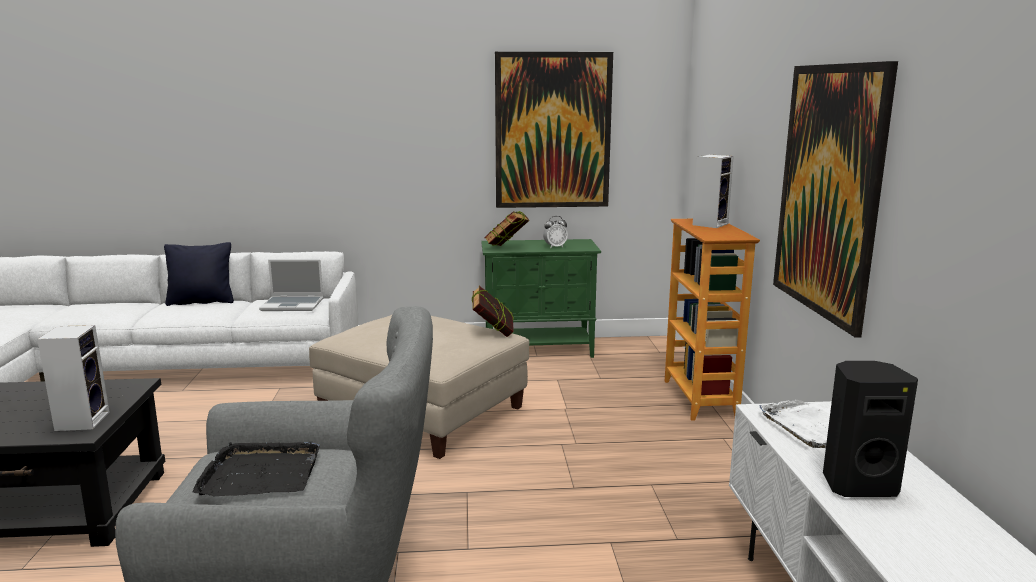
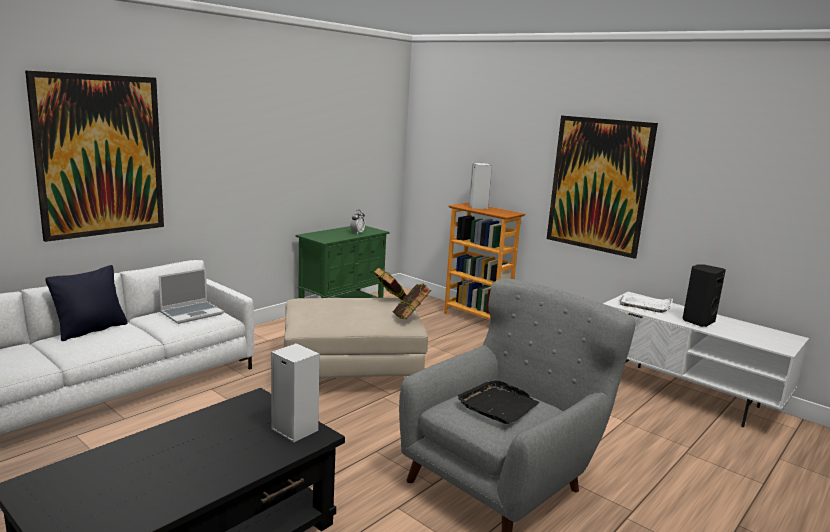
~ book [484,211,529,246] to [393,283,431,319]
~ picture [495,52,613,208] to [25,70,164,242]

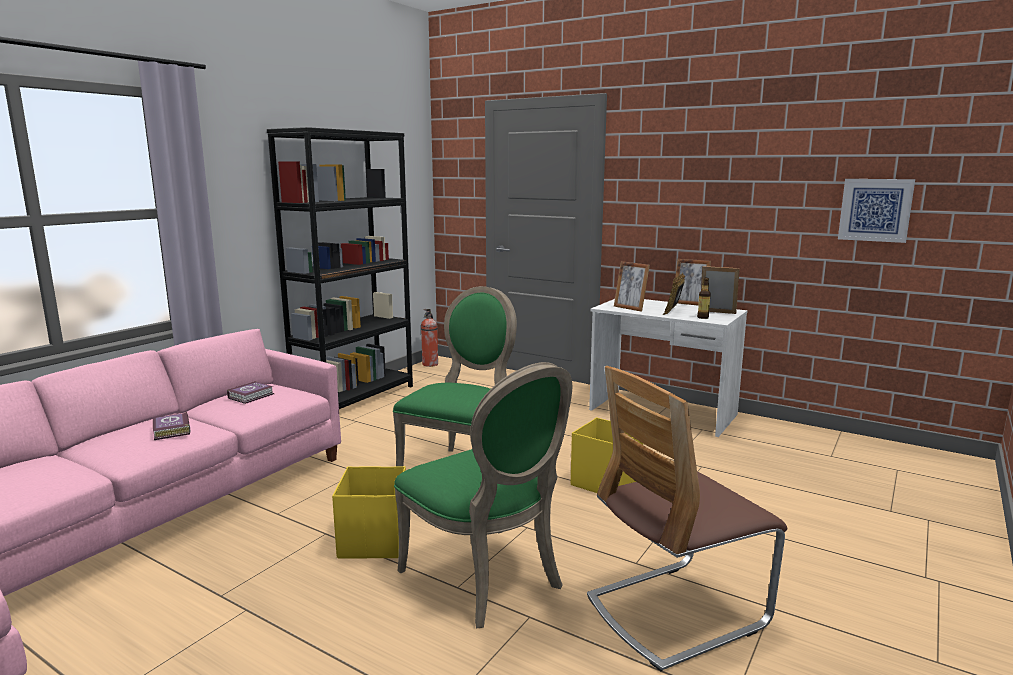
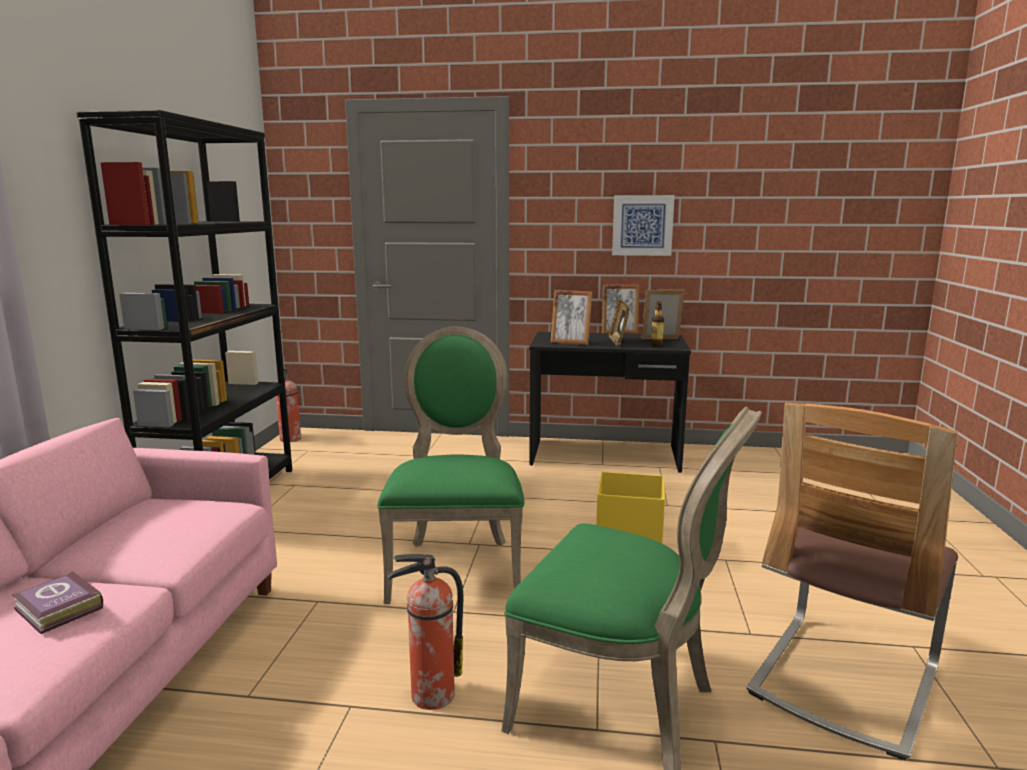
- book [227,381,274,404]
~ storage box/yellow [332,466,406,559] to fire extinguisher [387,554,463,710]
~ desk/white [589,299,747,437] to desk/black [529,332,691,473]
~ picture [838,179,915,243] to [612,195,675,256]

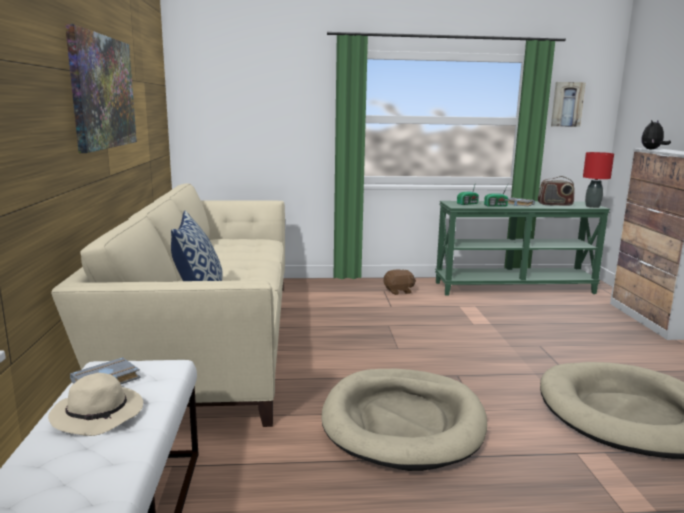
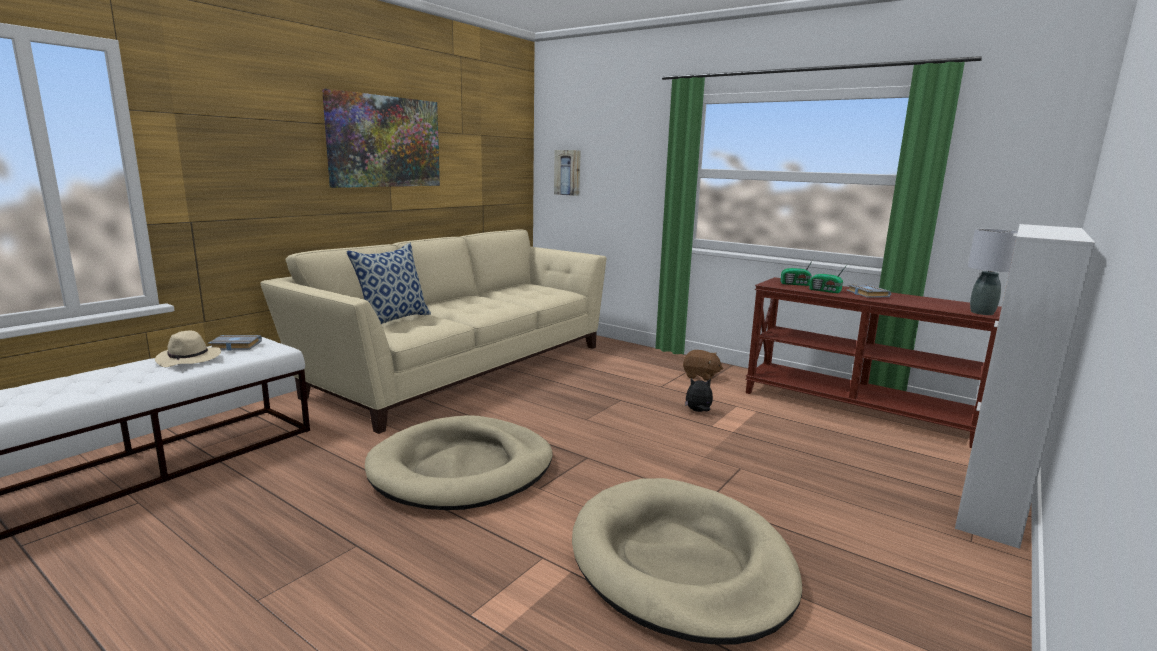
~ console table/green [435,201,610,295] to console table/brown [745,277,1002,448]
- radio [538,176,574,206]
~ picture [551,82,586,127] to [554,150,581,196]
~ table lamp/red [583,152,614,208] to table lamp/grey [968,229,1018,315]
~ plush toy [641,120,671,150] to [685,379,713,412]

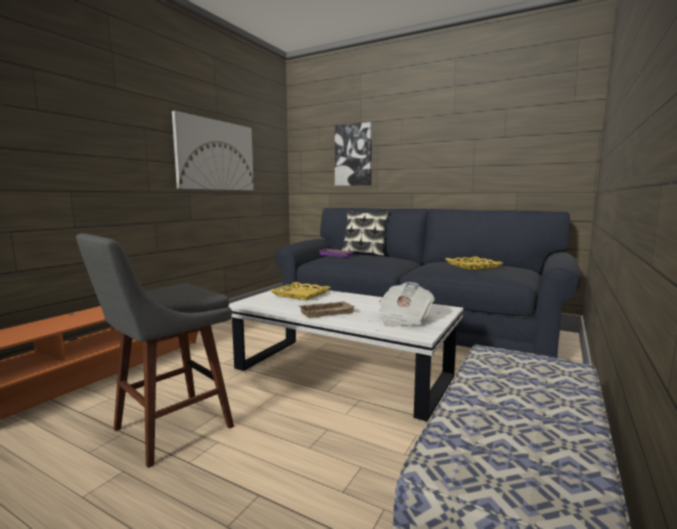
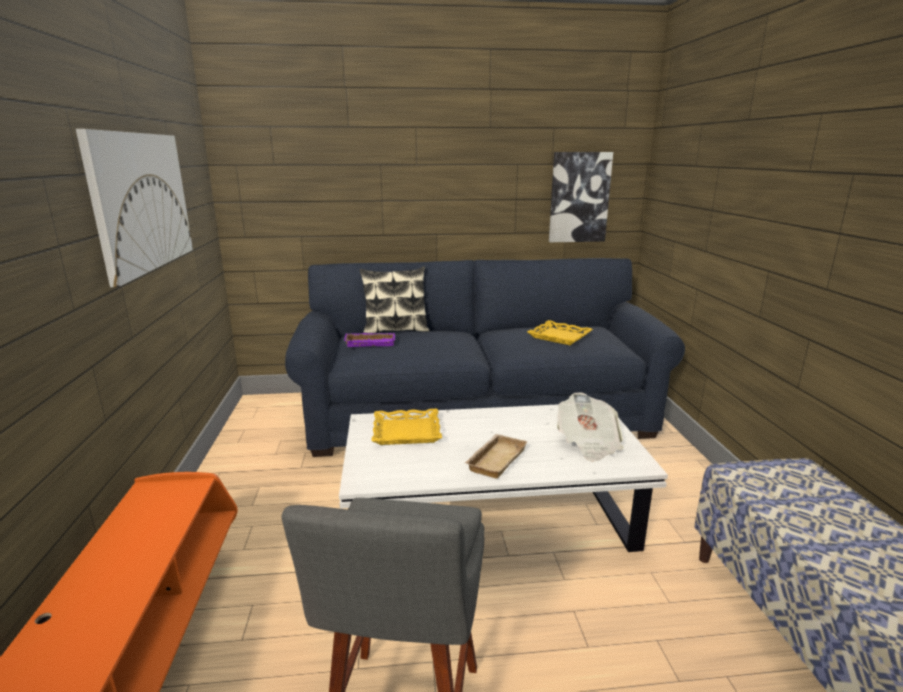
~ picture [335,122,372,186] to [549,152,613,242]

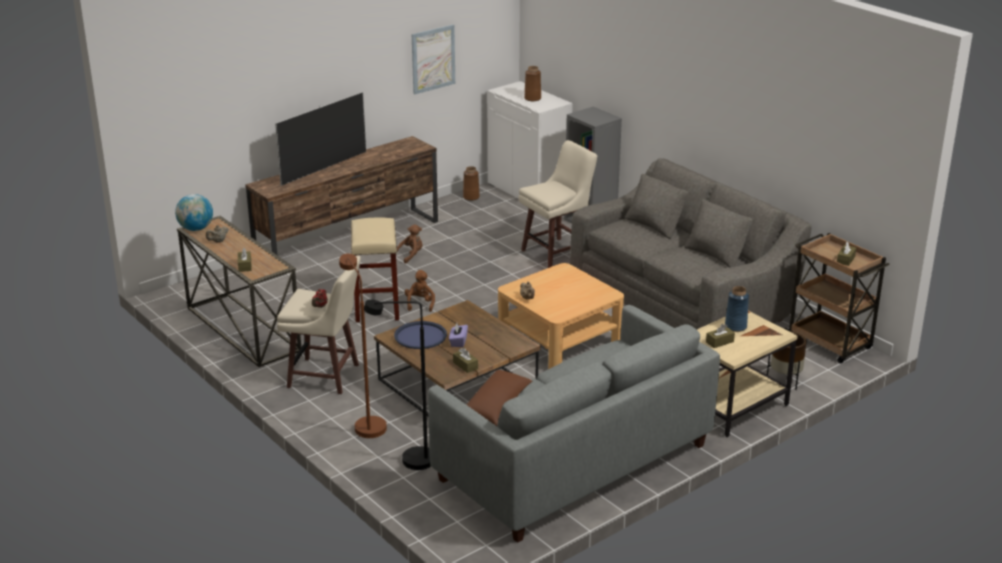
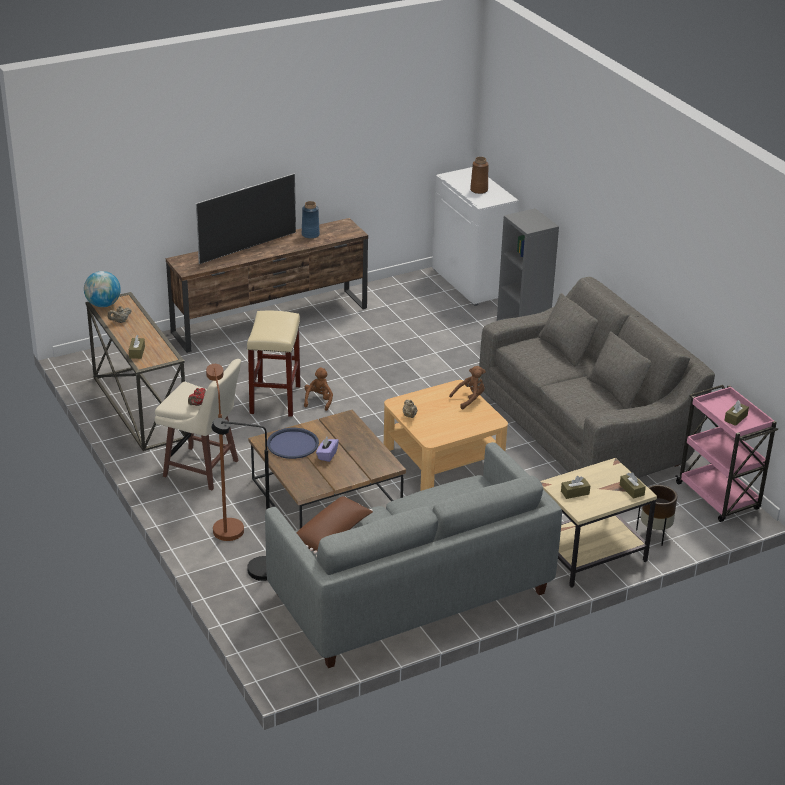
~ plush toy/brown [397,225,423,264] to [449,366,486,409]
- picture [412,25,455,94]
~ tissue box/brown [453,348,478,373] to [620,472,646,499]
- vase/brown [463,166,480,201]
- stool/beige [518,140,597,268]
~ vase/blue [725,286,749,332] to [302,201,320,239]
~ cart/brown [784,233,890,363] to cart/pink [675,385,778,522]

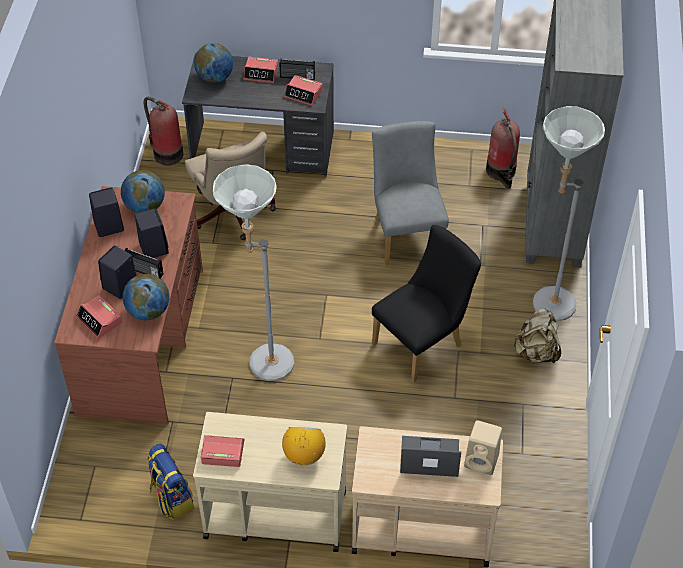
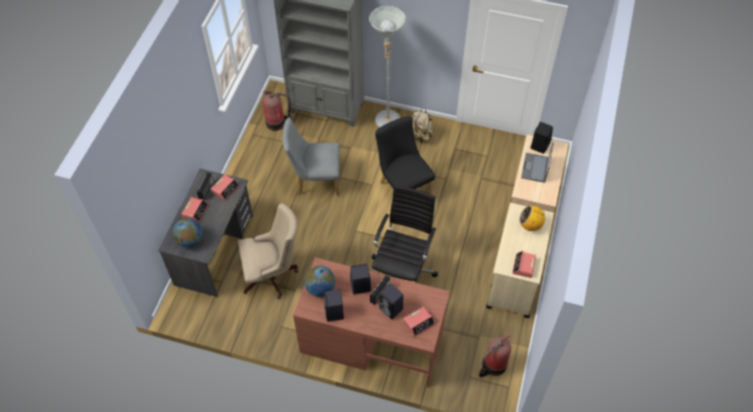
- globe [122,274,169,320]
~ fire extinguisher [143,97,183,166] to [479,335,511,377]
- backpack [147,444,194,520]
~ floor lamp/grey [213,164,294,381] to office chair/black [371,185,438,281]
~ speaker/beige [464,420,502,475] to speaker/black [530,122,553,154]

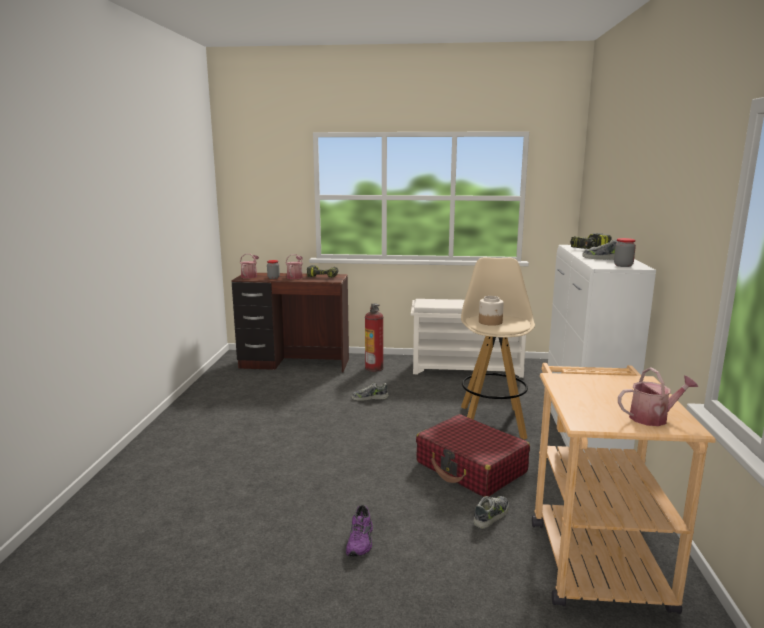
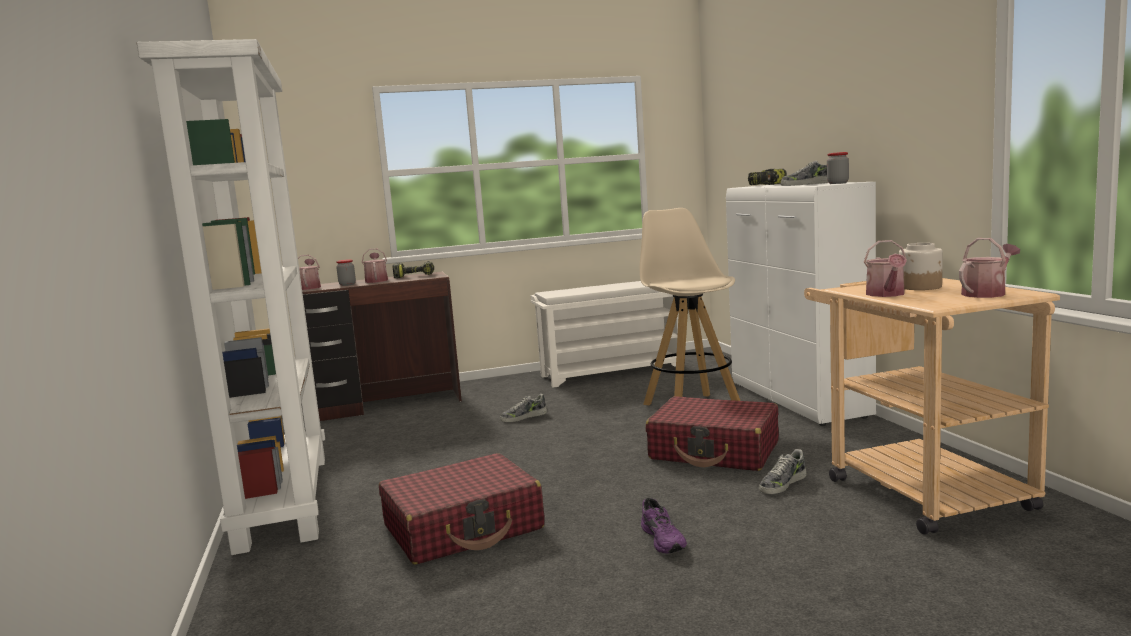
- fire extinguisher [365,303,383,372]
~ shoe [473,496,509,529] = [759,449,806,494] 150 degrees counterclockwise
~ jar [479,296,504,326] to [899,243,943,290]
+ bookcase/white [137,39,325,555]
+ suitcase/red [379,453,545,564]
+ watering can [864,240,907,297]

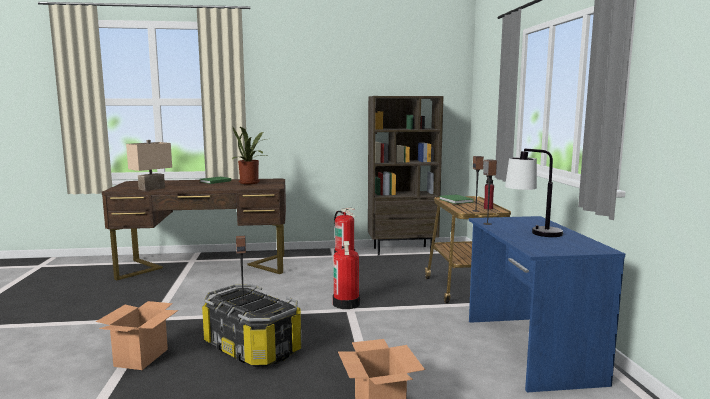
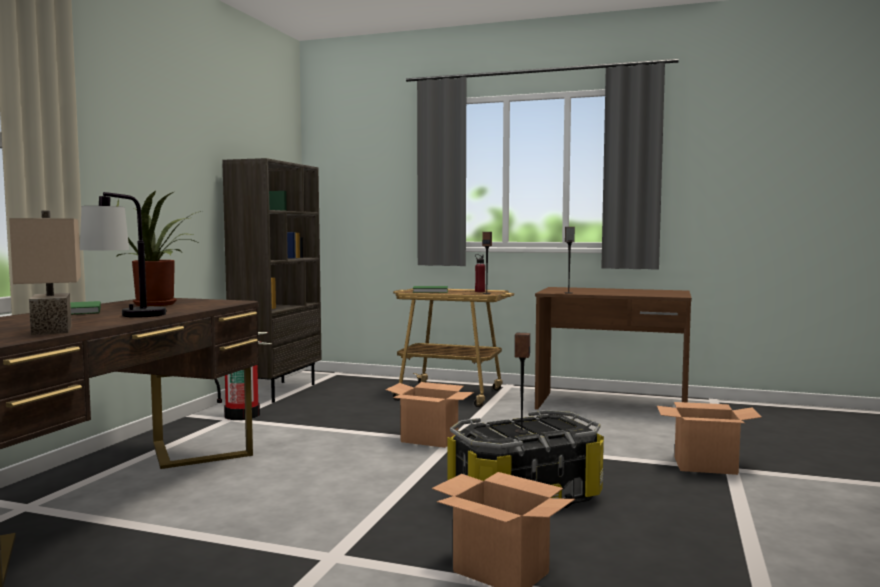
~ fire extinguisher [333,241,360,309] to cardboard box [385,382,474,448]
~ desk/blue [469,216,625,392] to desk/brown [535,287,692,410]
~ table lamp [505,148,563,237] to [80,192,167,318]

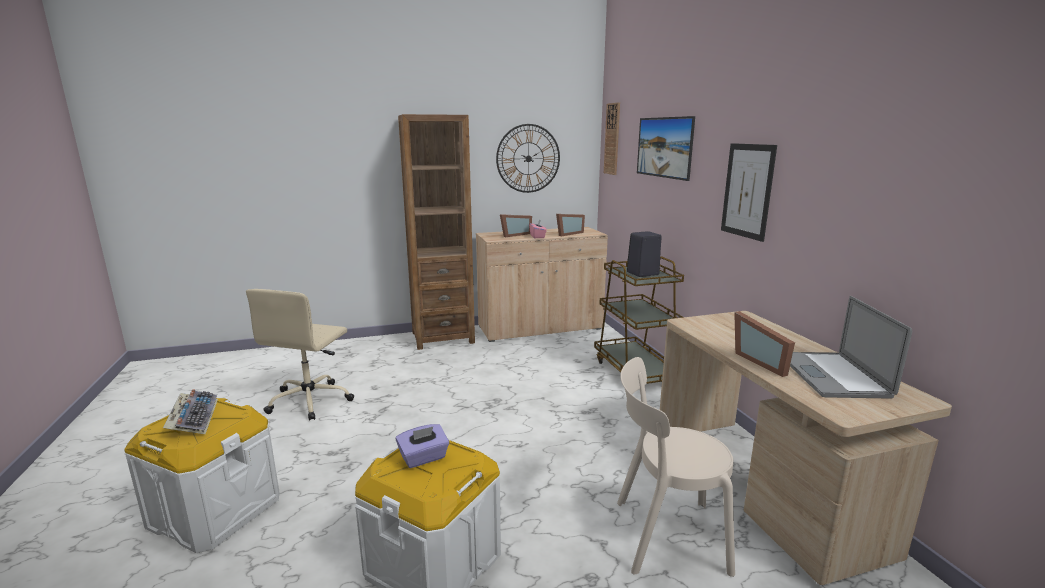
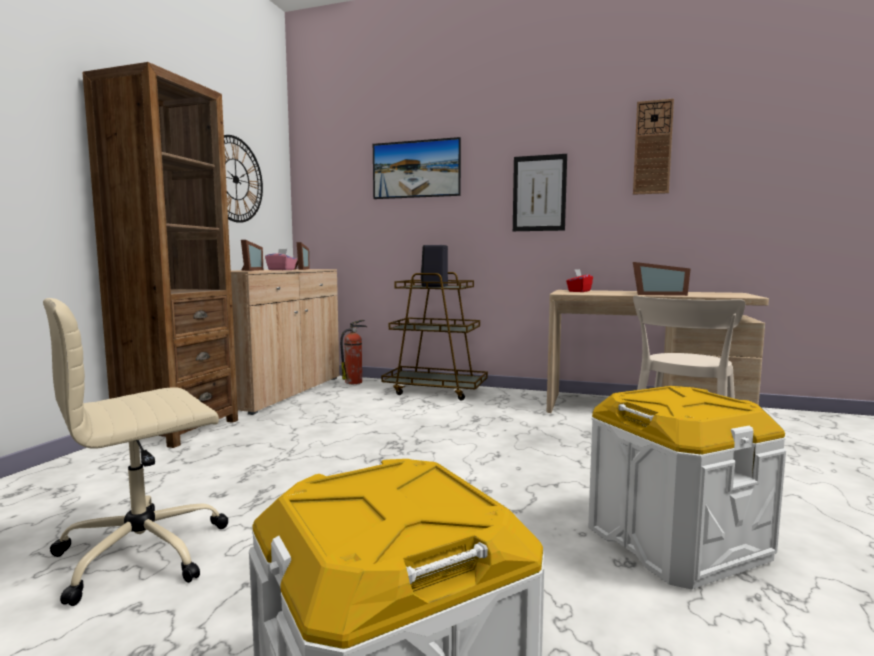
- keyboard [163,389,218,434]
~ office chair/beige [246,289,354,421] = [43,298,229,606] 90 degrees clockwise
- tissue box/purple [396,424,449,468]
~ wall clock [604,102,620,175] to [633,99,674,195]
- laptop [790,296,912,399]
+ fire extinguisher [340,320,367,384]
+ tissue box/red [566,269,593,292]

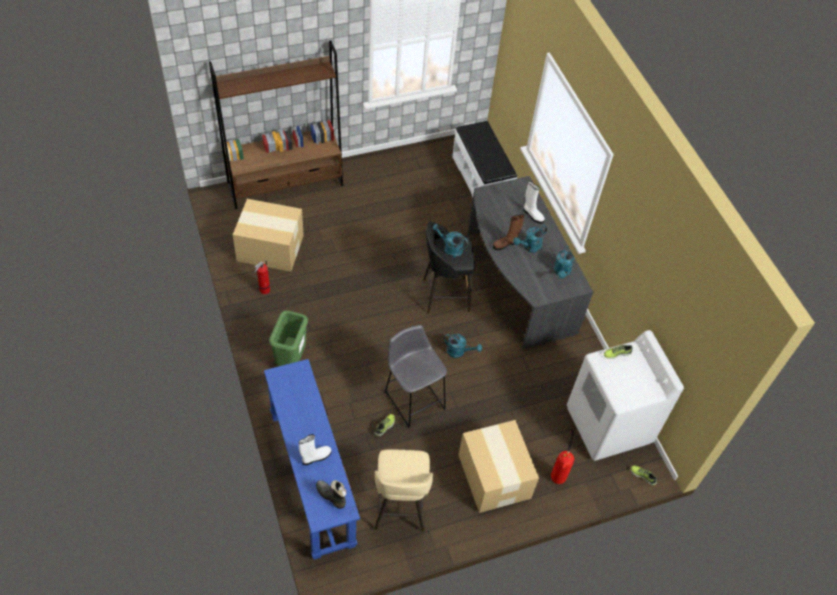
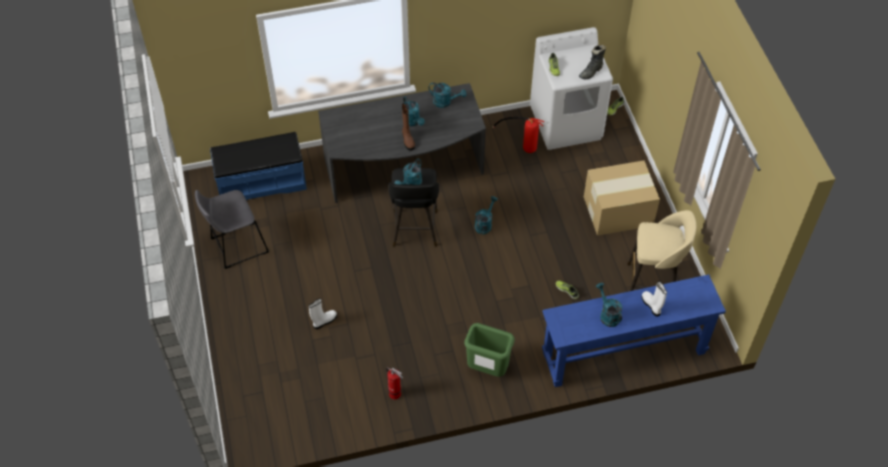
- bookcase/brown [209,40,343,209]
- cardboard box [233,199,304,272]
~ boot/black [316,480,346,509] to [579,45,606,79]
~ stool/grey [385,325,447,428] to [195,190,269,269]
~ bench/white [452,121,517,197] to bench/blue [210,132,307,200]
~ boot/white [523,181,545,224] to [309,298,337,329]
~ fire extinguisher [551,430,574,484] to [492,117,544,153]
+ watering can/turquoise [596,283,622,327]

